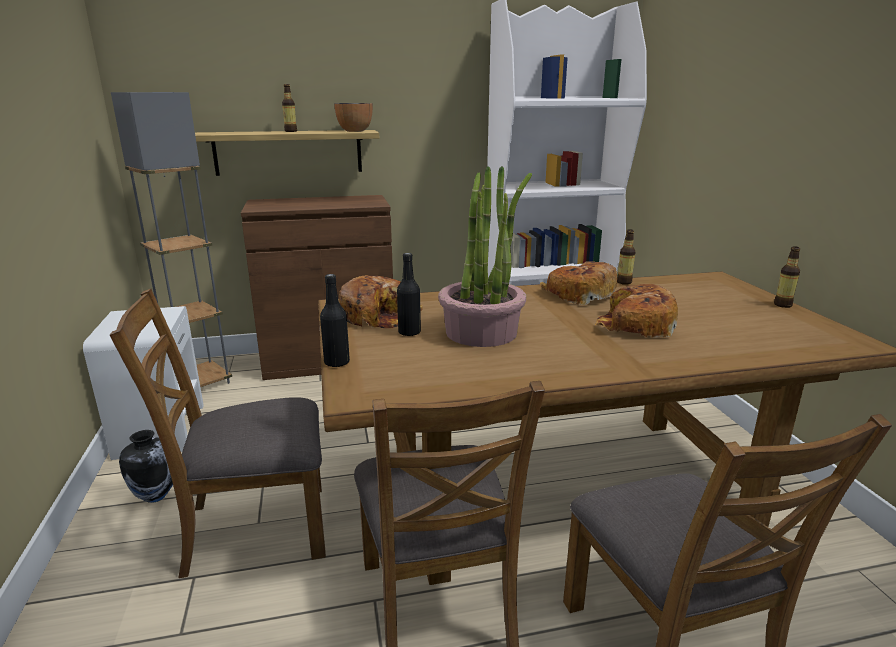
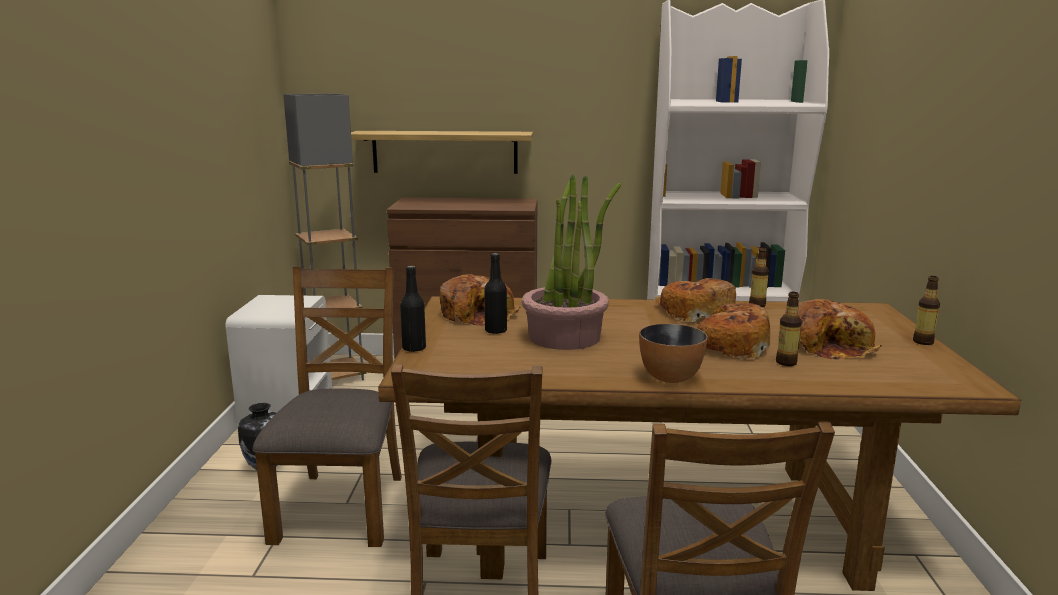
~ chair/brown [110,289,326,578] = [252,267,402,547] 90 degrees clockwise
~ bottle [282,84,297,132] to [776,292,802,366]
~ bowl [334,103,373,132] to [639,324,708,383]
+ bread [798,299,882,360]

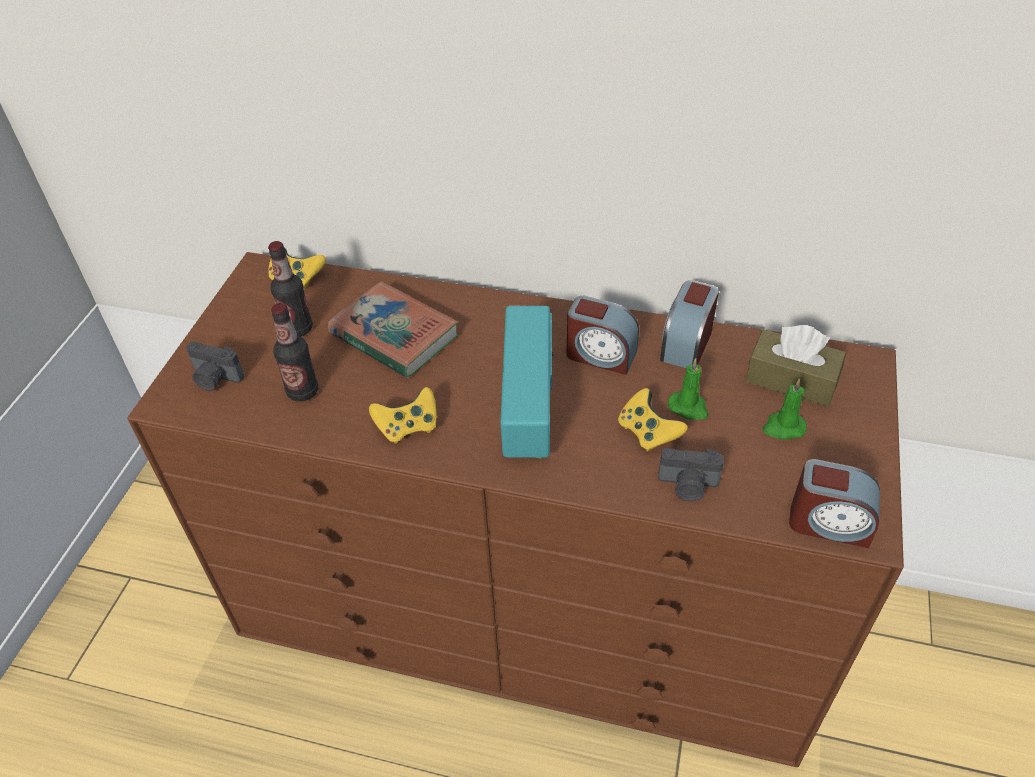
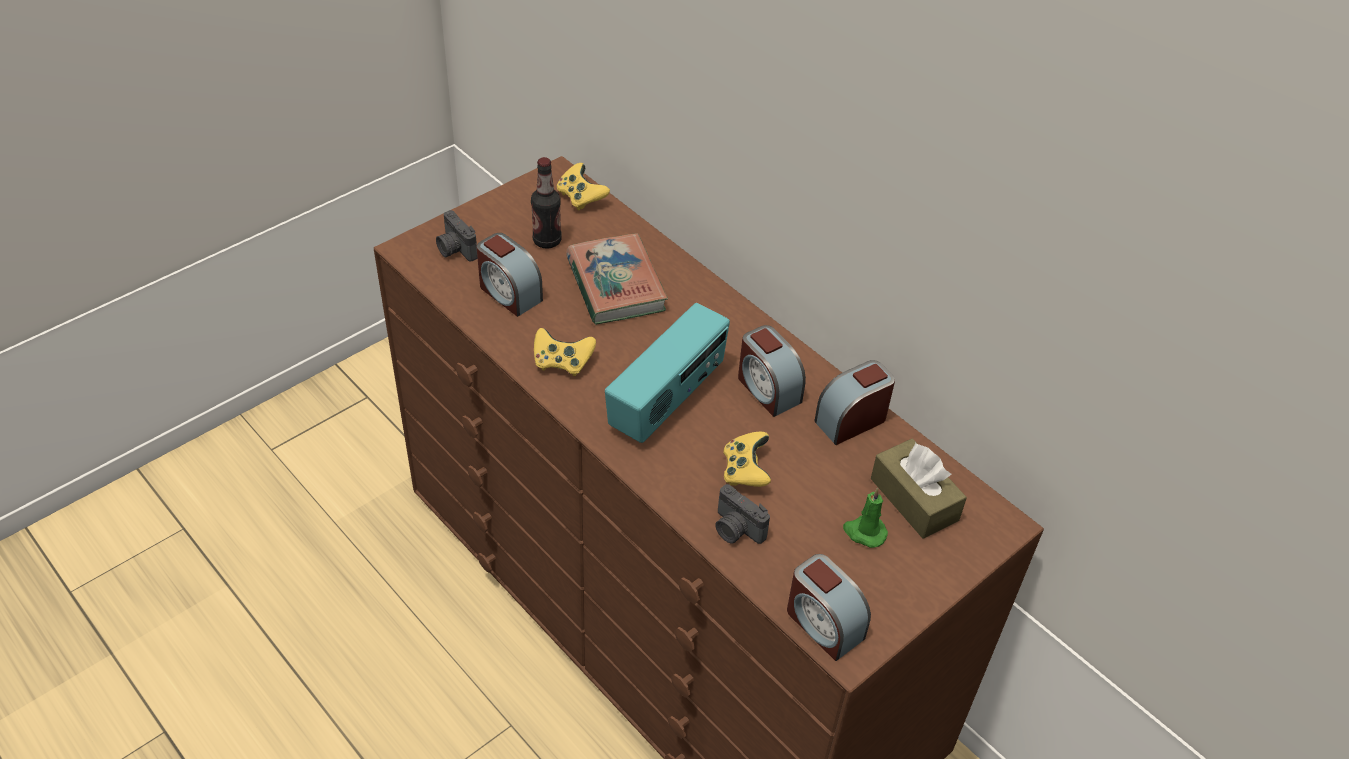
~ bottle [271,303,318,401] to alarm clock [477,233,543,317]
- candle/green [668,358,709,420]

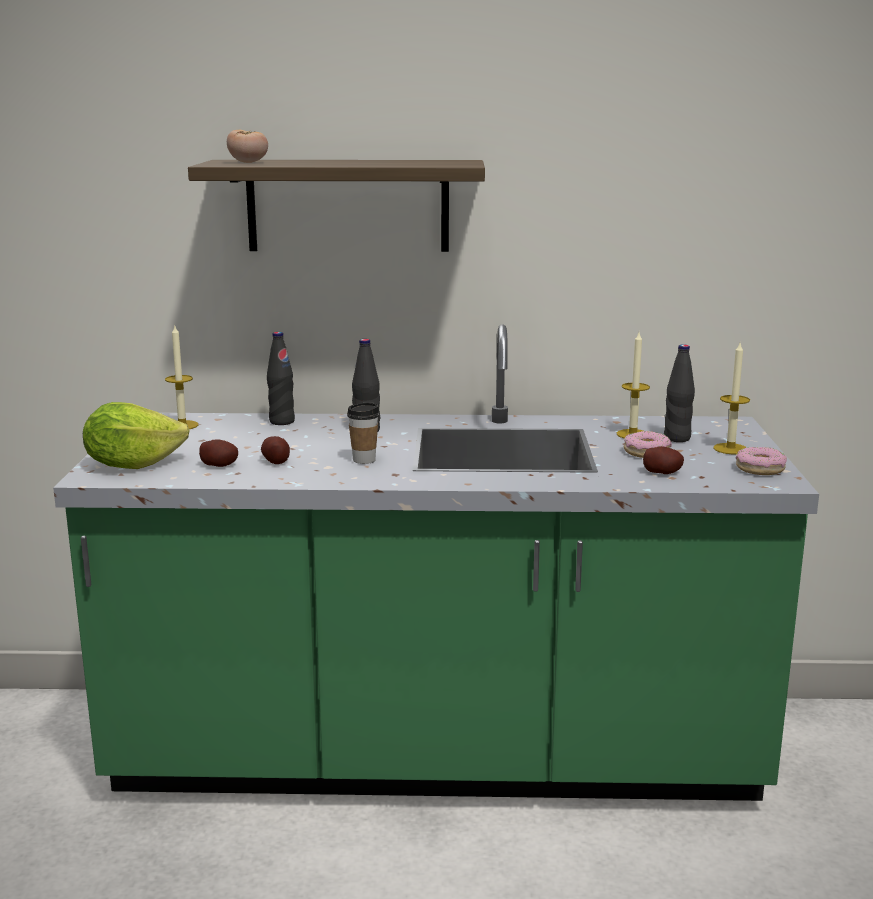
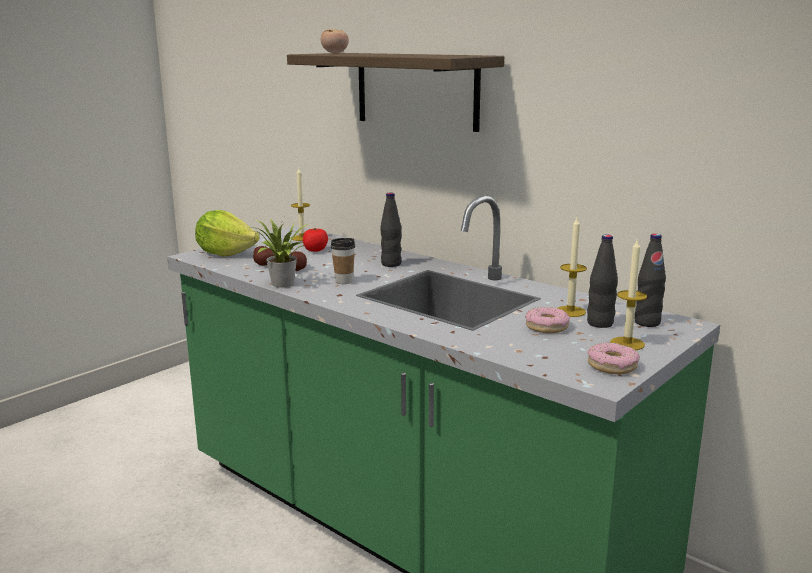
~ bottle/black [267,332,295,425] to [635,234,666,327]
- potato [643,446,684,474]
+ potted plant [249,218,308,288]
+ tomato [303,228,328,252]

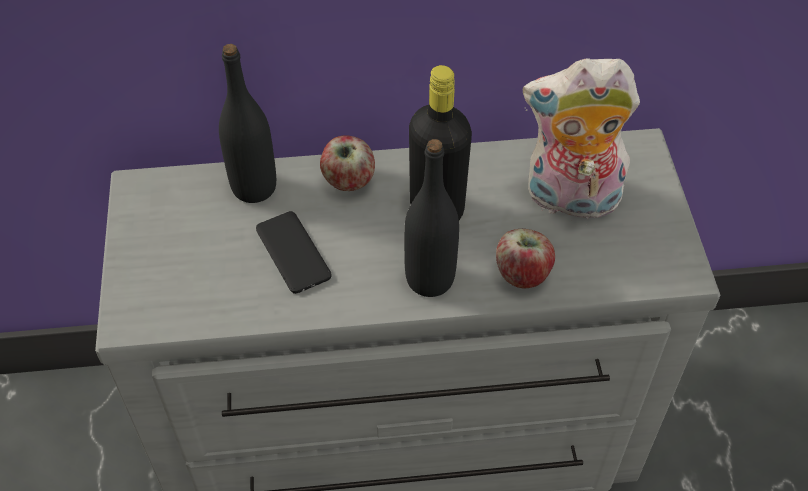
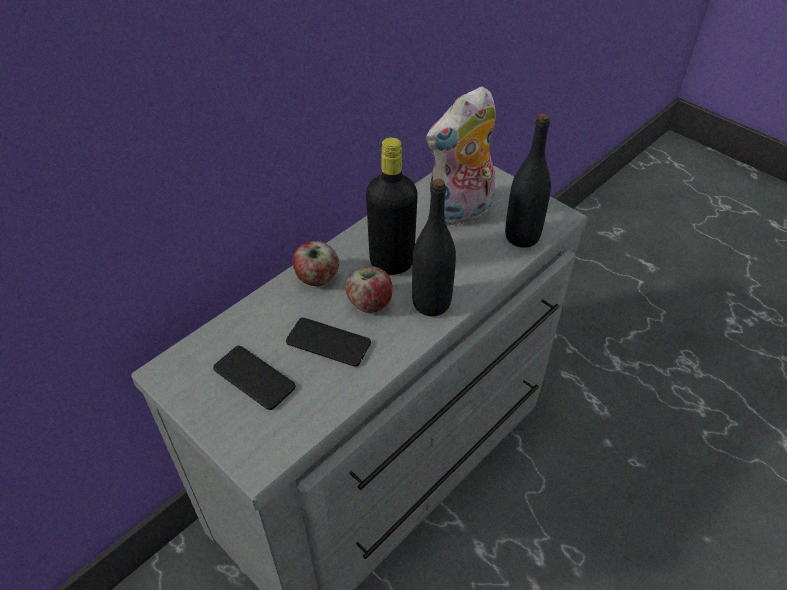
~ bottle/black [219,44,276,203] to [505,113,551,248]
~ apple [496,229,555,288] to [345,266,393,313]
+ phone [213,346,296,410]

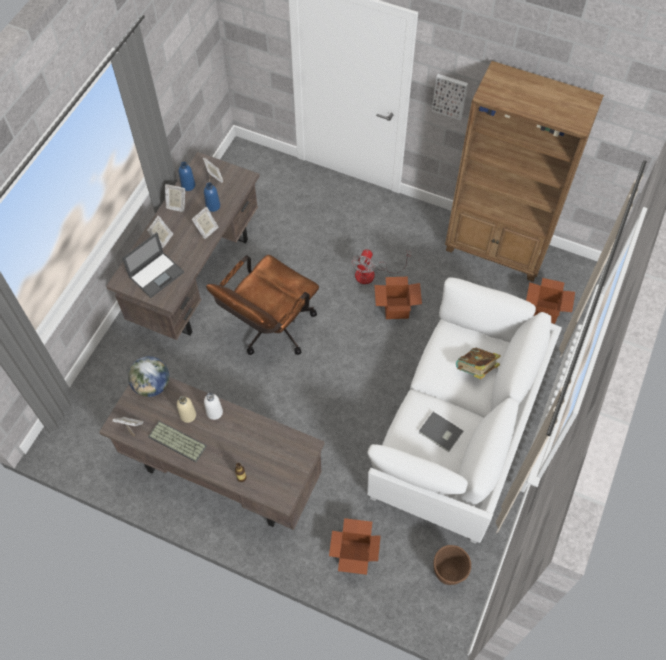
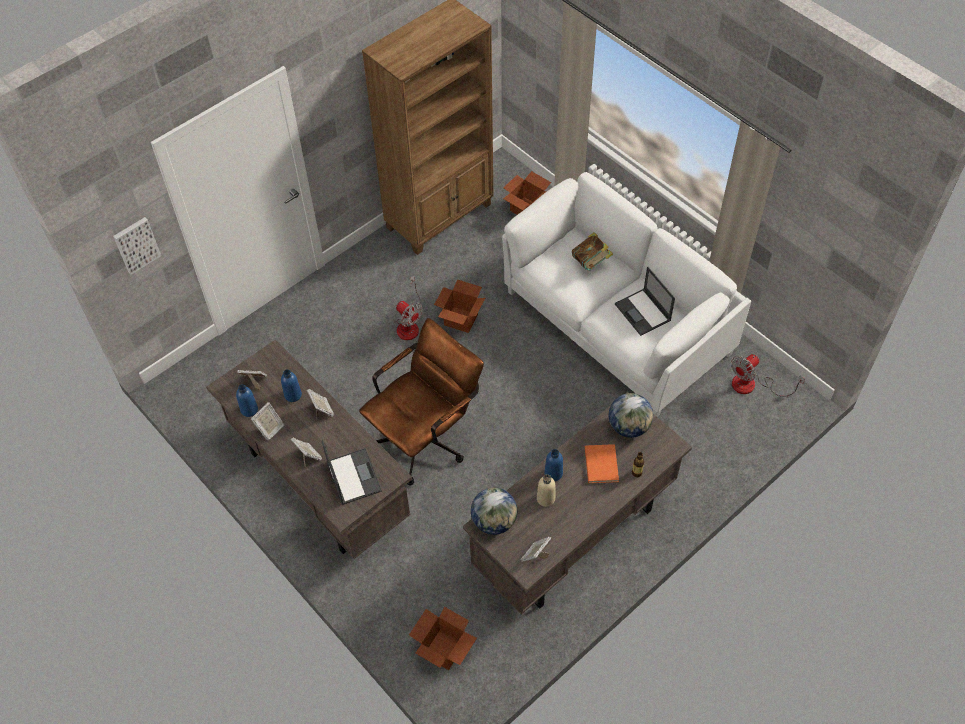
- keyboard [148,421,207,462]
~ bottle/white [204,393,223,420] to bottle/blue [544,449,563,481]
~ office chair/brown [206,255,319,355] = [359,318,484,486] 105 degrees counterclockwise
~ cardboard box [329,518,381,575] to [409,607,477,670]
~ book/grey [418,412,463,452] to laptop [615,266,675,336]
~ picture [432,74,468,120] to [113,217,161,275]
~ planter/brown [434,545,471,585] to fan [731,354,805,397]
+ book/orange [585,444,619,483]
+ globe [609,393,653,438]

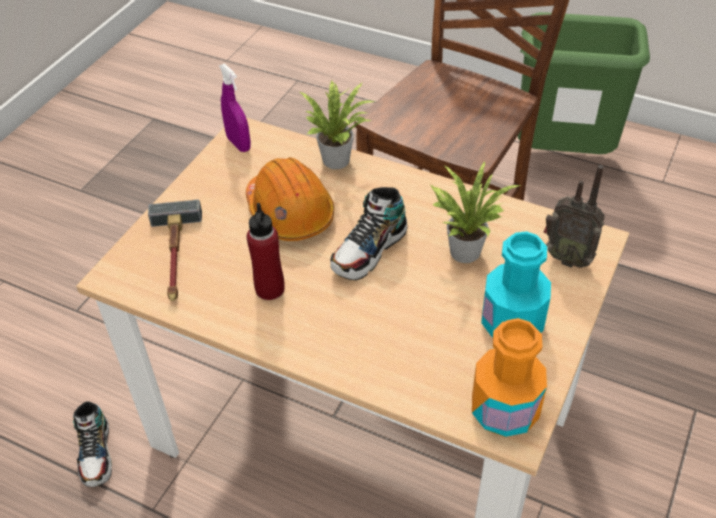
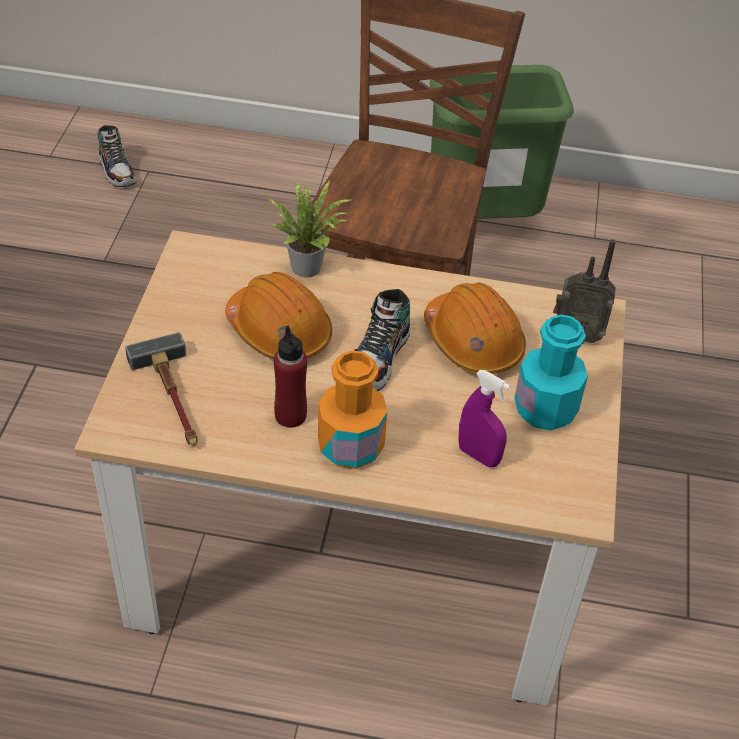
~ shoe [73,401,112,487] to [97,125,136,187]
~ spray bottle/purple [219,63,251,152] to [458,370,511,468]
~ potted plant [430,160,521,263] to hard hat/orange [424,283,526,374]
~ bottle/orange [472,318,547,437] to [318,350,387,469]

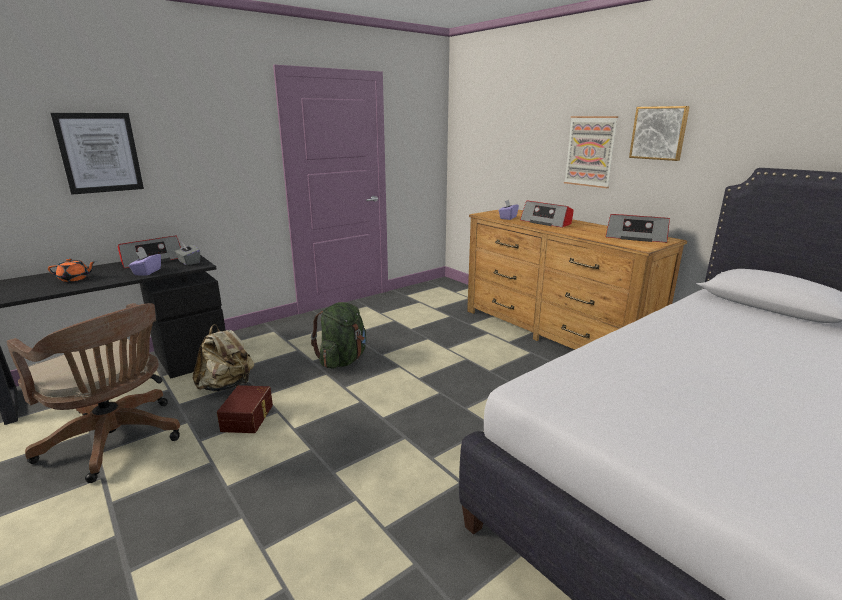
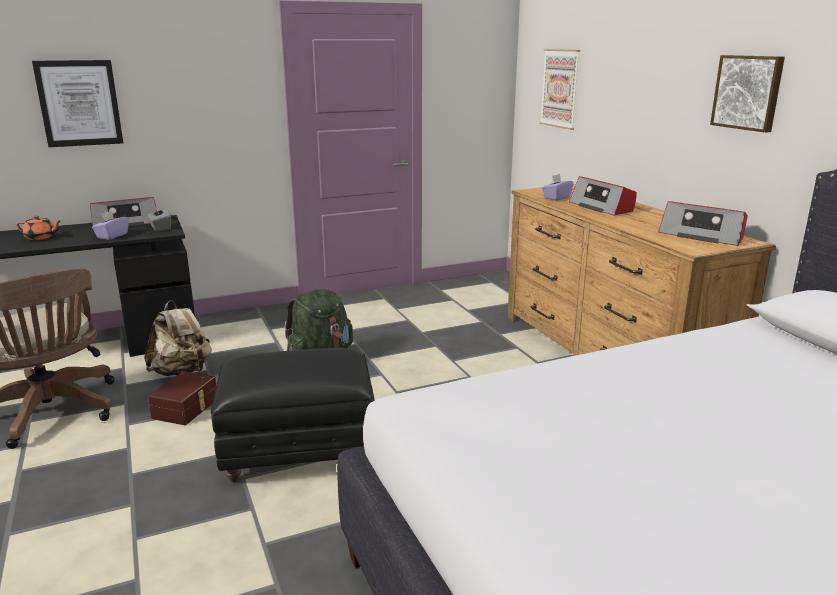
~ picture [564,116,618,188] to [539,49,580,130]
+ ottoman/black [211,348,374,483]

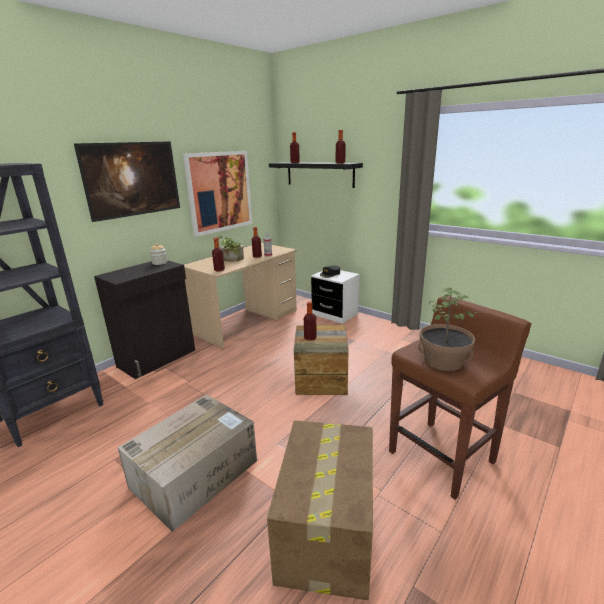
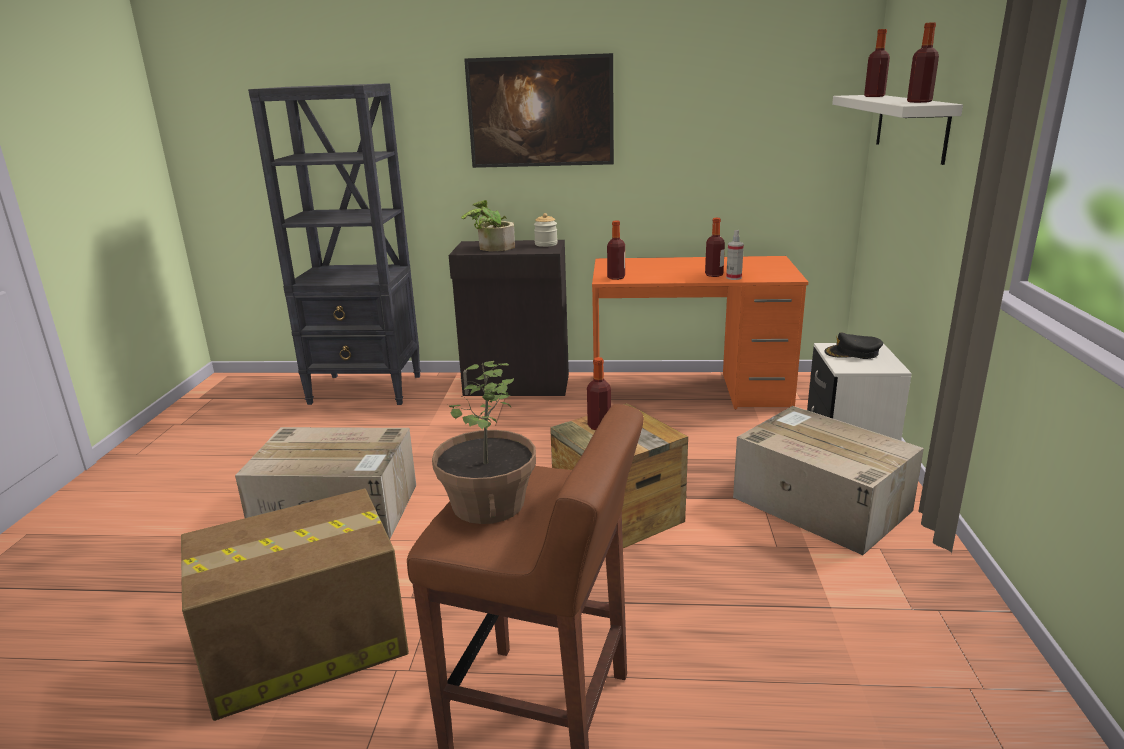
- picture [183,151,253,237]
~ desk/beige [184,243,297,348] to desk/orange [592,256,808,409]
~ potted plant [217,235,244,262] to [461,200,515,251]
~ shelf/black [269,162,363,188] to shelf/white [832,95,963,165]
+ cardboard box [733,406,924,555]

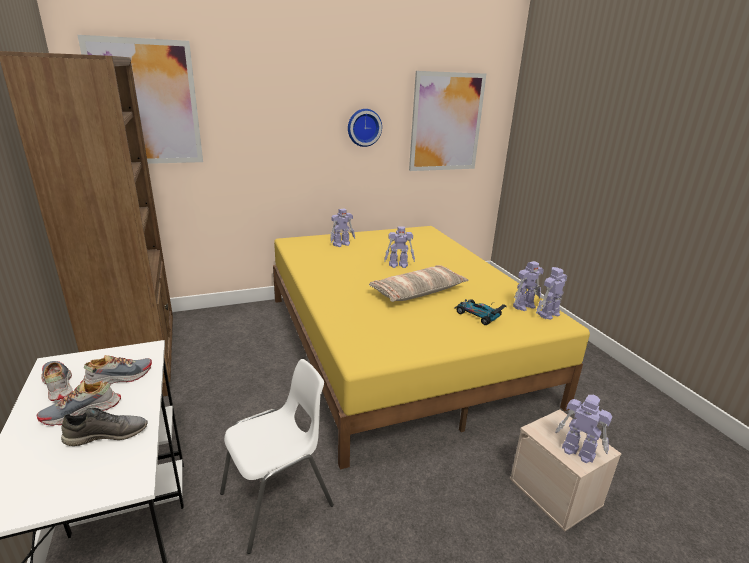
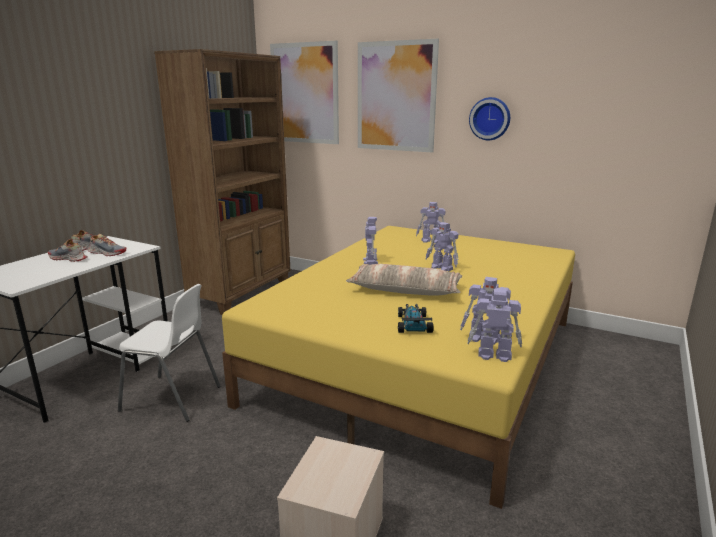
- shoe/grey [61,408,148,446]
~ picture [409,71,486,171] to [358,39,439,152]
~ toy robot [555,395,613,463] to [363,217,378,265]

